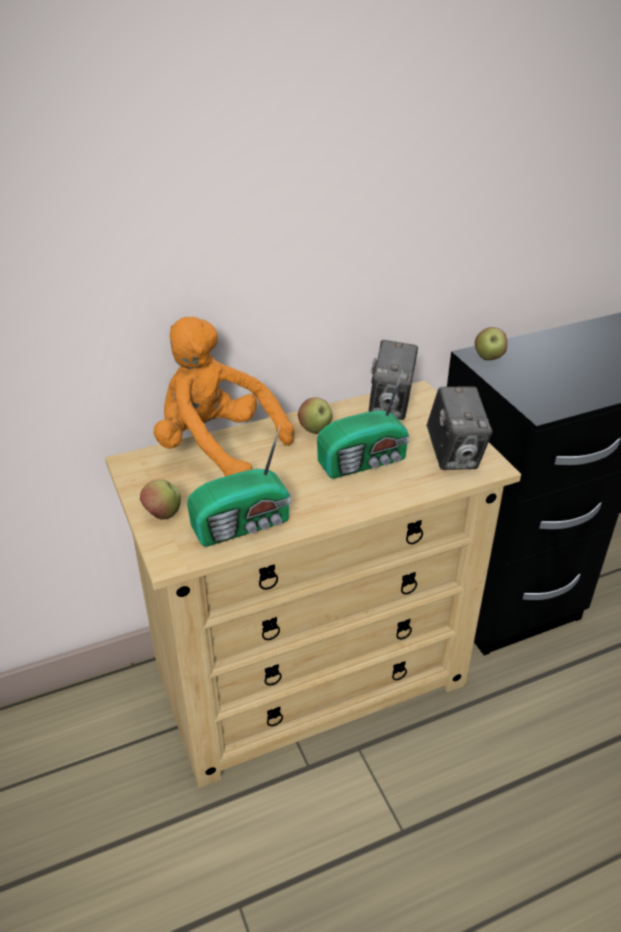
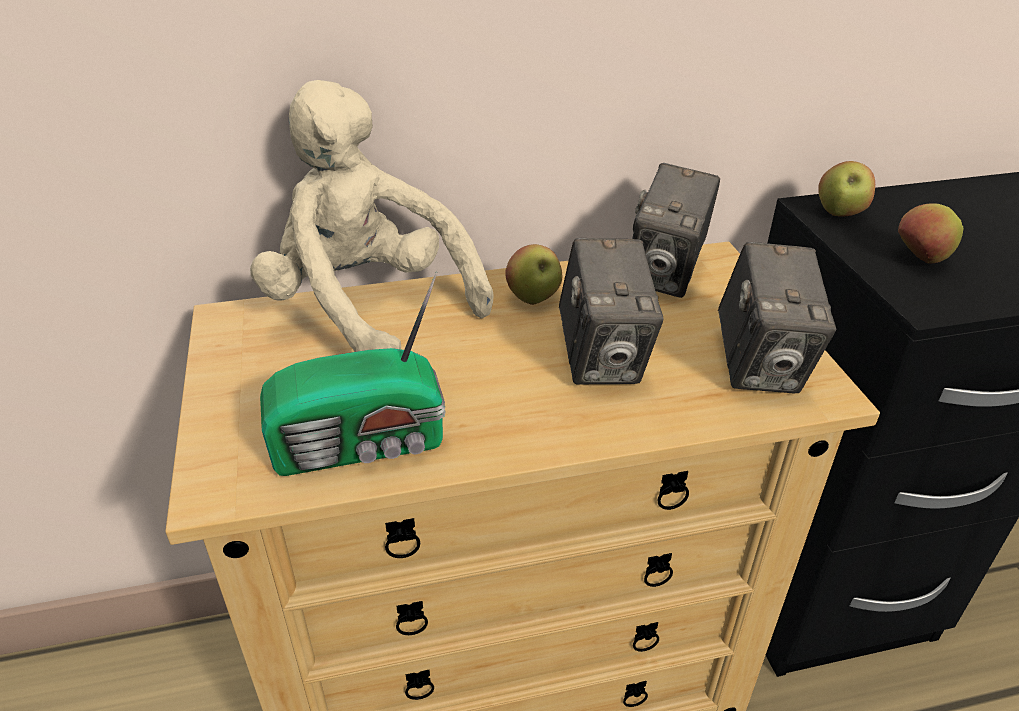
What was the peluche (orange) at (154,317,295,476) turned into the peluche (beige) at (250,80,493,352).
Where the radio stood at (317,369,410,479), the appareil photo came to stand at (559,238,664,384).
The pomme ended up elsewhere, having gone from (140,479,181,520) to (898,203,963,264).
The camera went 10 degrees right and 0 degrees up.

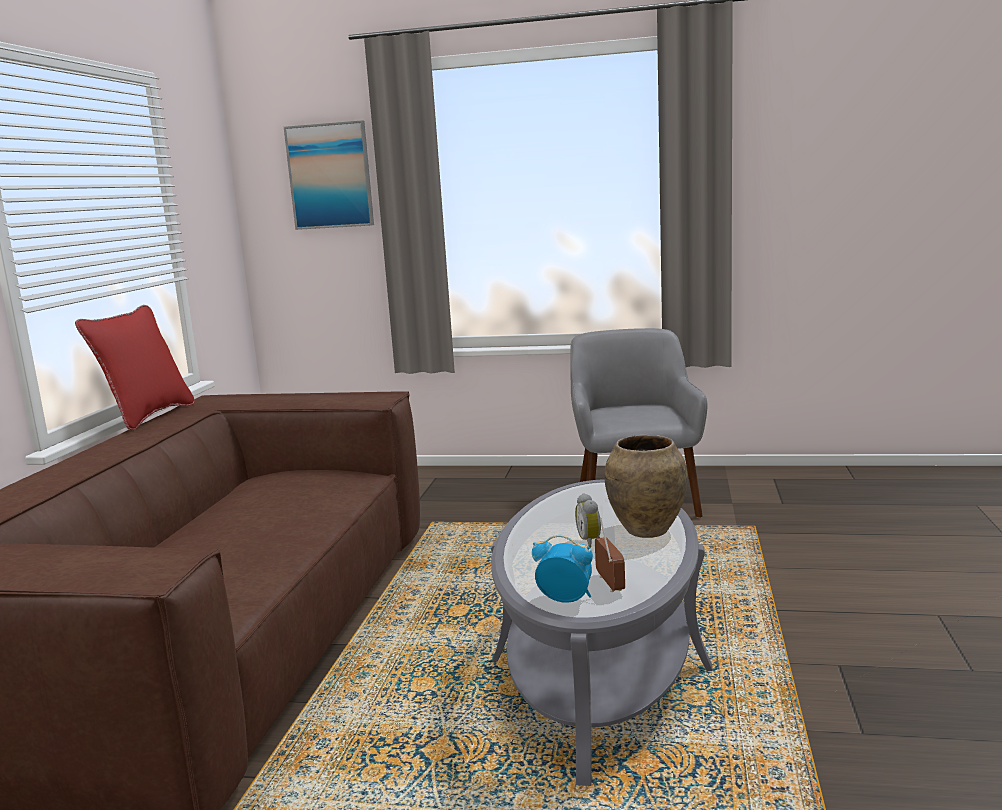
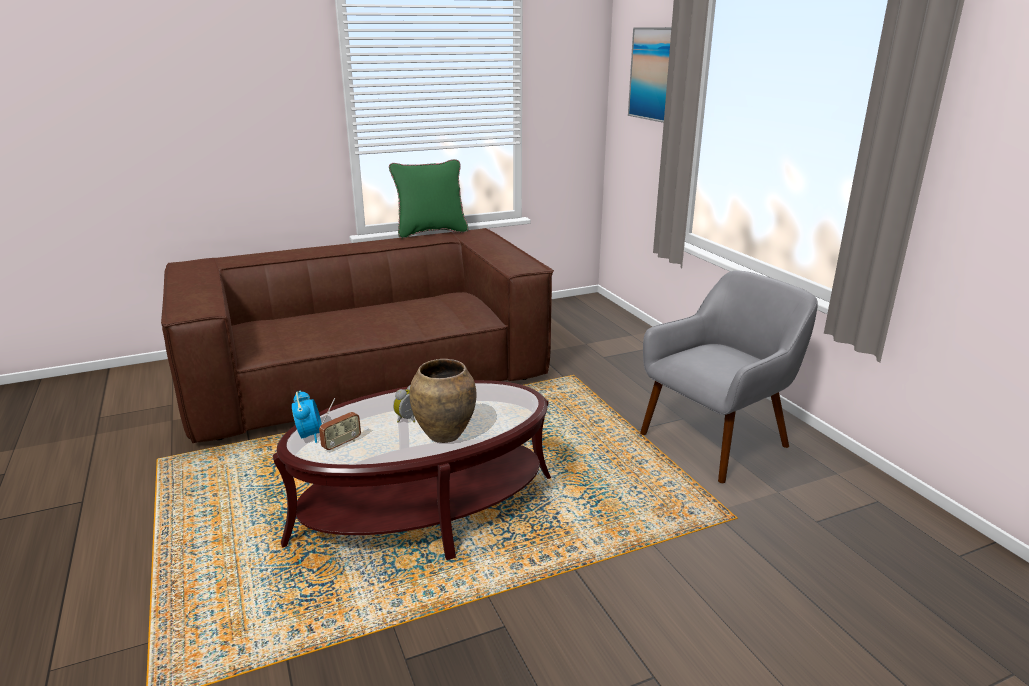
What was the coussin (rouge) at (75,305,195,430) turned into the coussin (vert) at (389,159,468,238).
What was the table basse (gris) at (491,479,713,786) turned into the table basse (marron) at (273,380,551,560).
The camera went 55 degrees right and 10 degrees up.

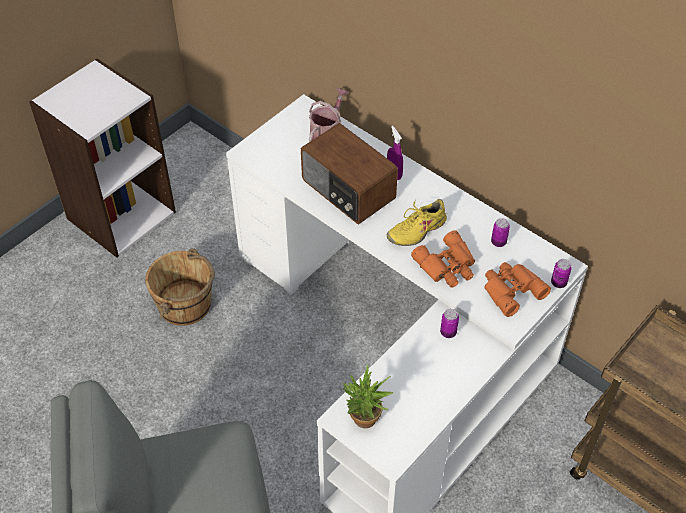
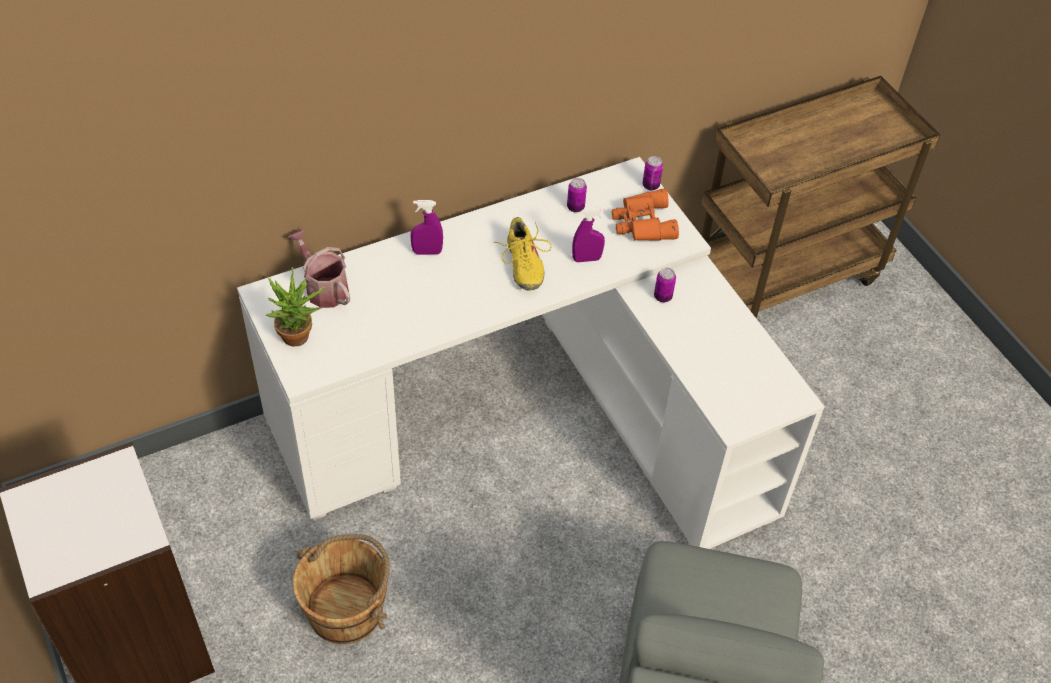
The second view lost the radio at (301,123,398,224).
Where the jumelles (orange) stood at (411,230,475,288), the vaporisateur (violet) came to stand at (572,207,605,262).
The plante en pot ended up elsewhere, having gone from (343,365,394,428) to (266,267,325,347).
The camera went 70 degrees left and 0 degrees up.

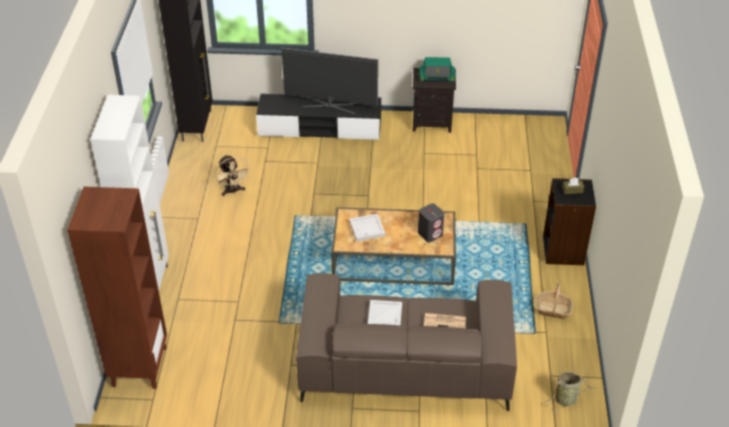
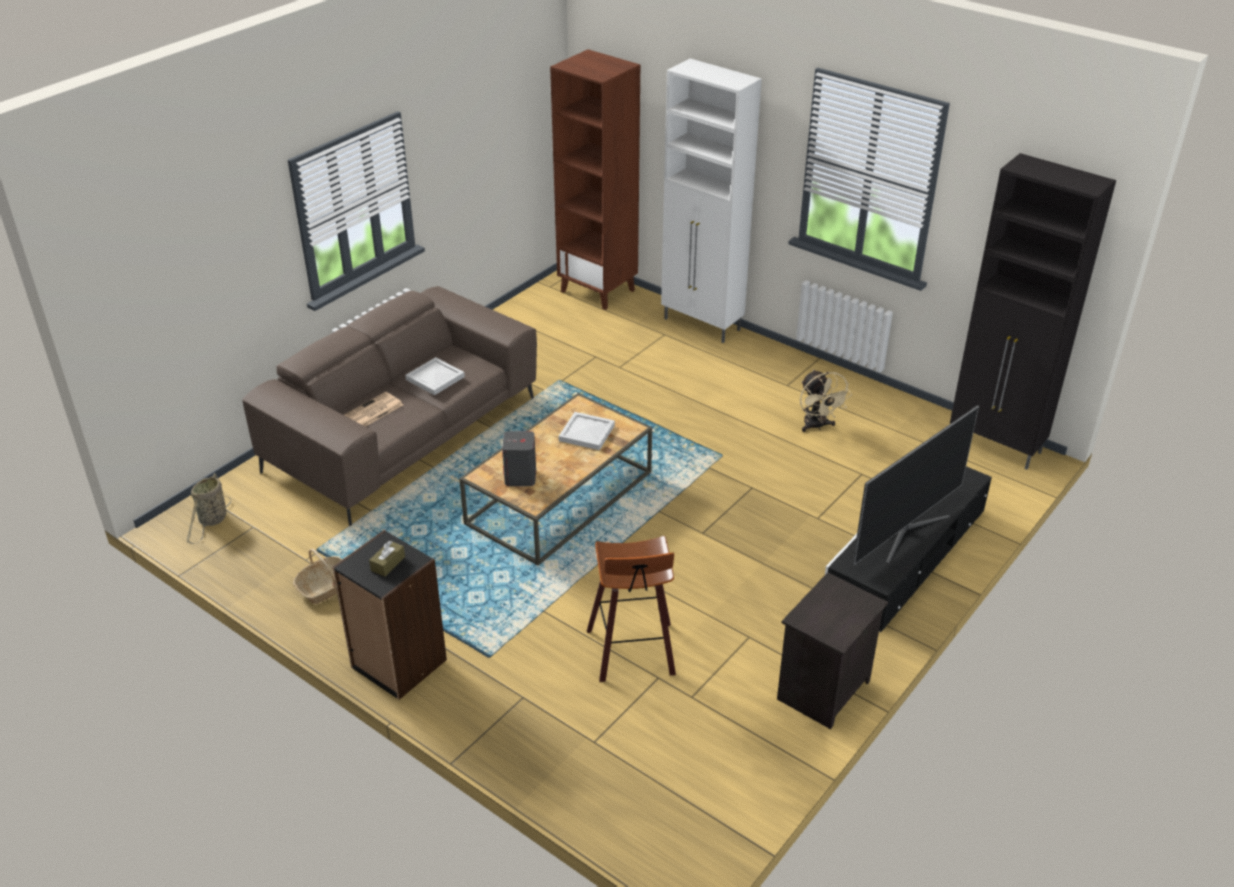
The second view lost the radio at (419,57,455,82).
The ventilateur (beige) at (215,155,250,196) ended up facing another way, 120 degrees counterclockwise from before.
The second view gained the tabouret at (587,536,676,682).
The camera went 125 degrees right and 5 degrees down.

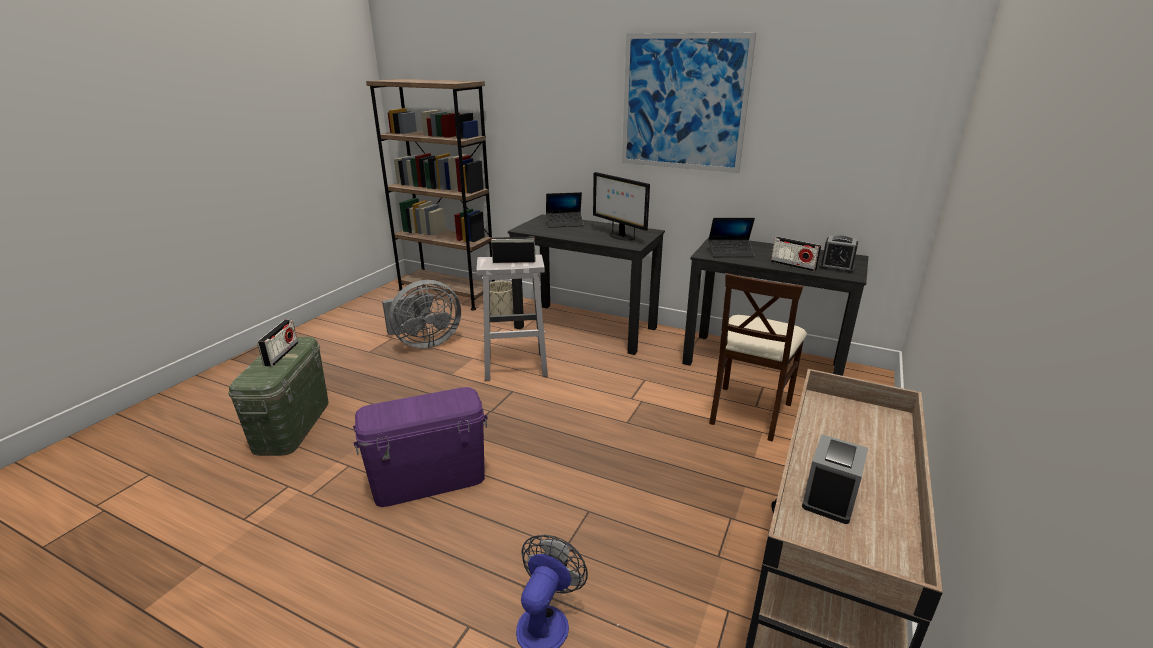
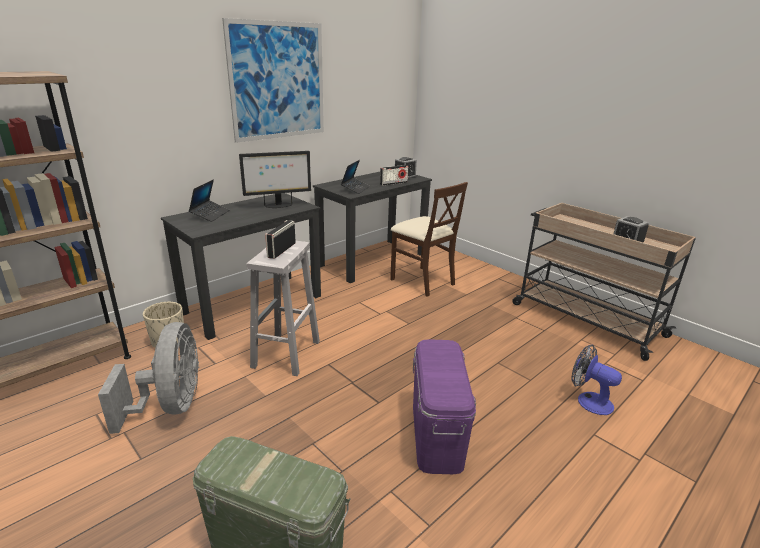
The second view lost the radio at (257,320,298,367).
The camera went 70 degrees left and 0 degrees up.

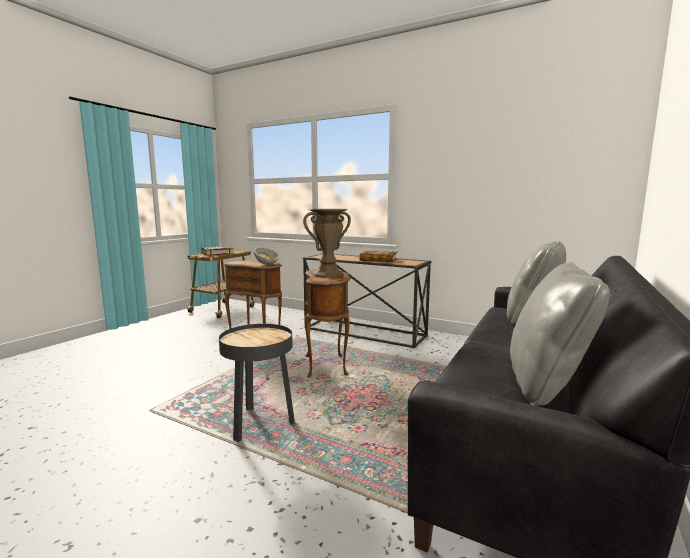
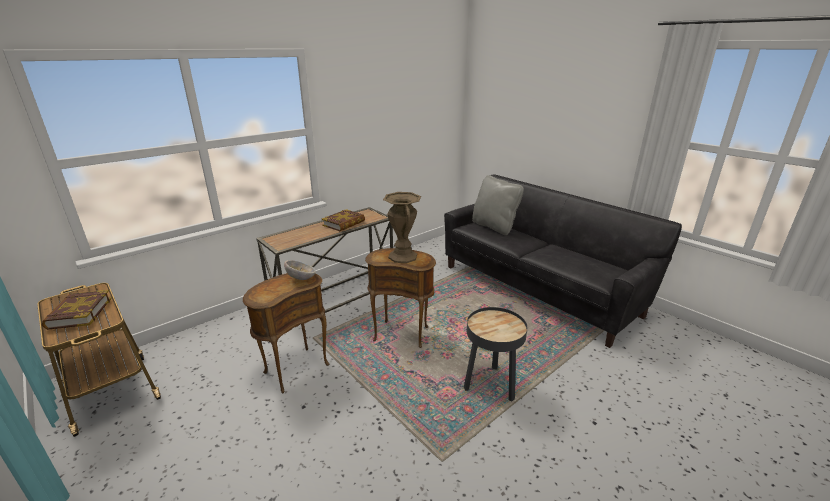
The second view lost the coussin (gris) at (510,262,610,406).
The camera went 70 degrees left and 15 degrees up.

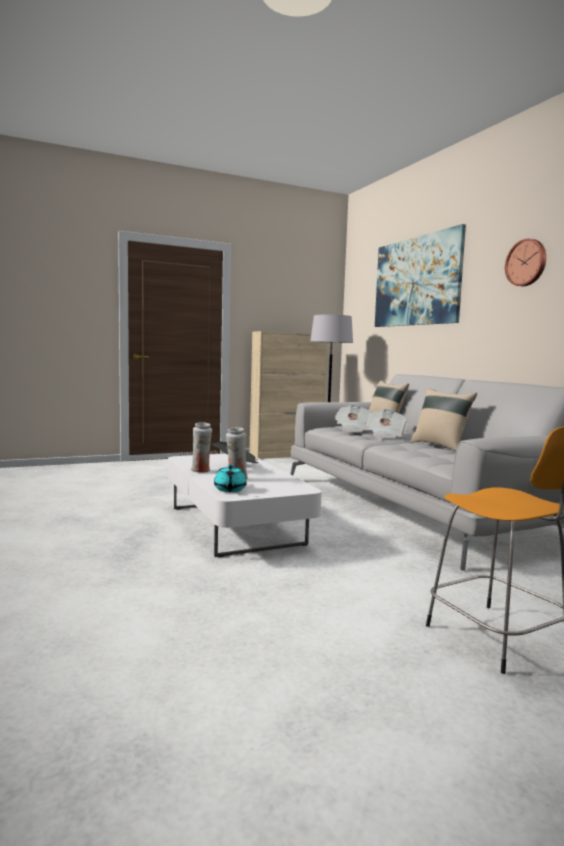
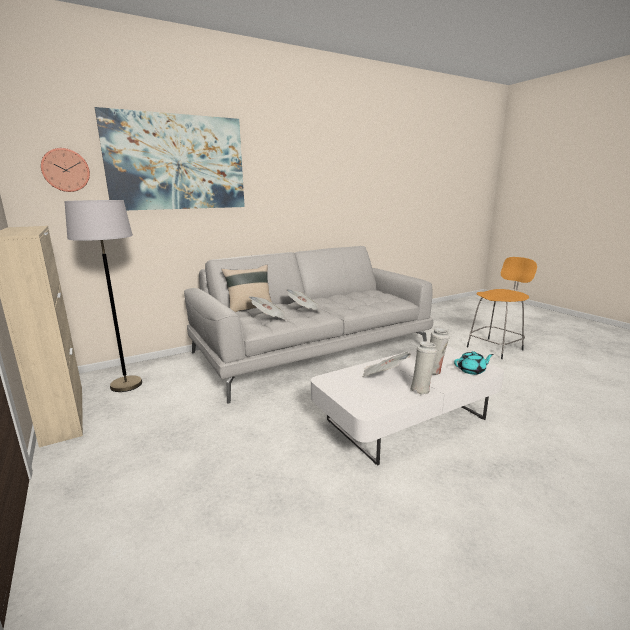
The horloge murale ended up elsewhere, having gone from (505,239,546,286) to (41,148,90,192).
The second view lost the coussin (beige) at (411,388,477,451).
The camera went 95 degrees left and 10 degrees up.

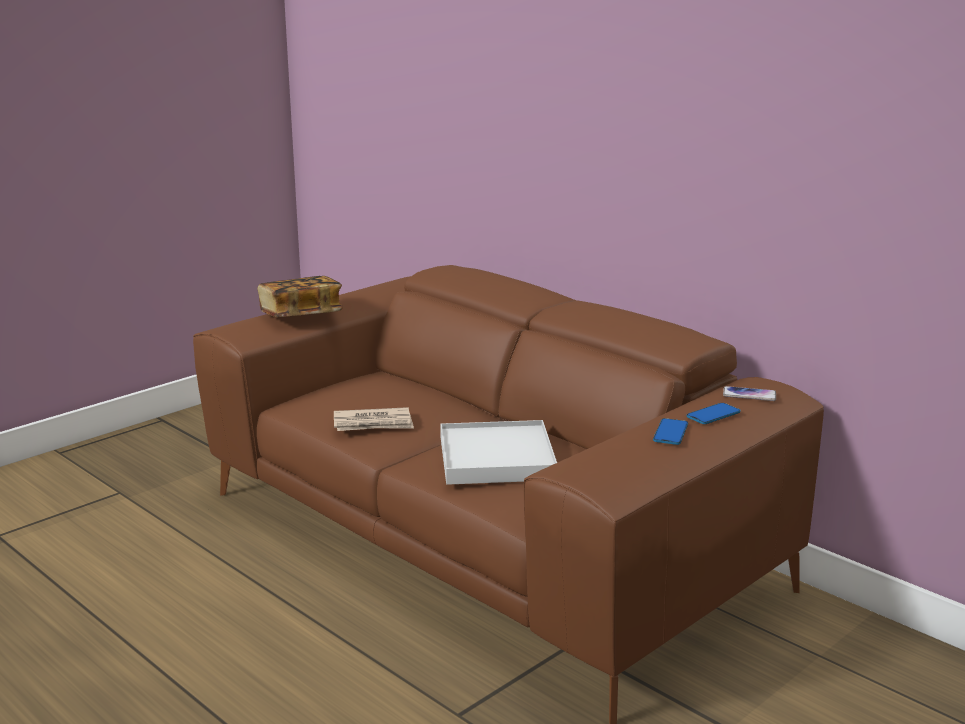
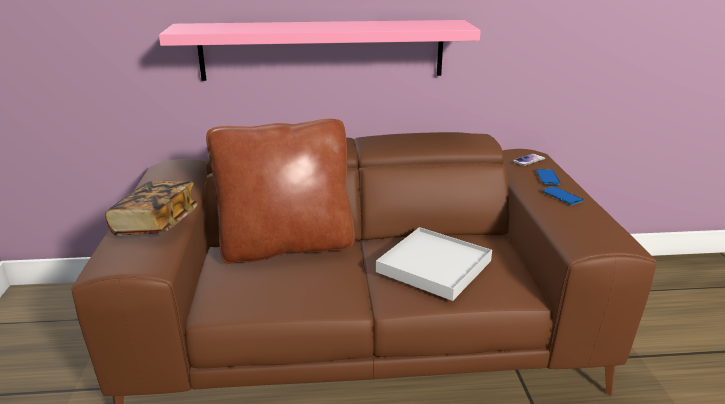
The second view lost the journal at (334,407,414,431).
The second view gained the étagère (rose) at (159,20,481,81).
The second view gained the coussin (marron) at (206,119,355,264).
The camera went 50 degrees left and 5 degrees up.

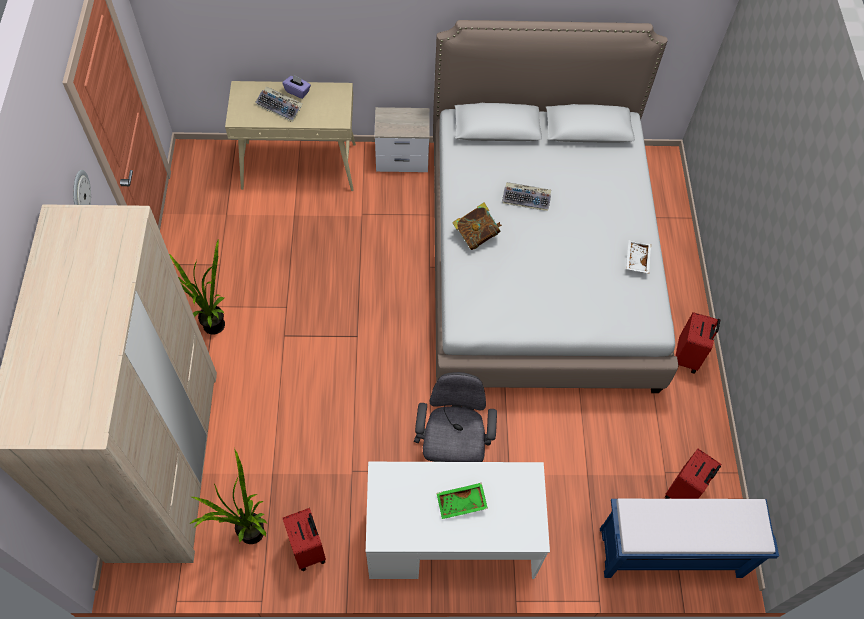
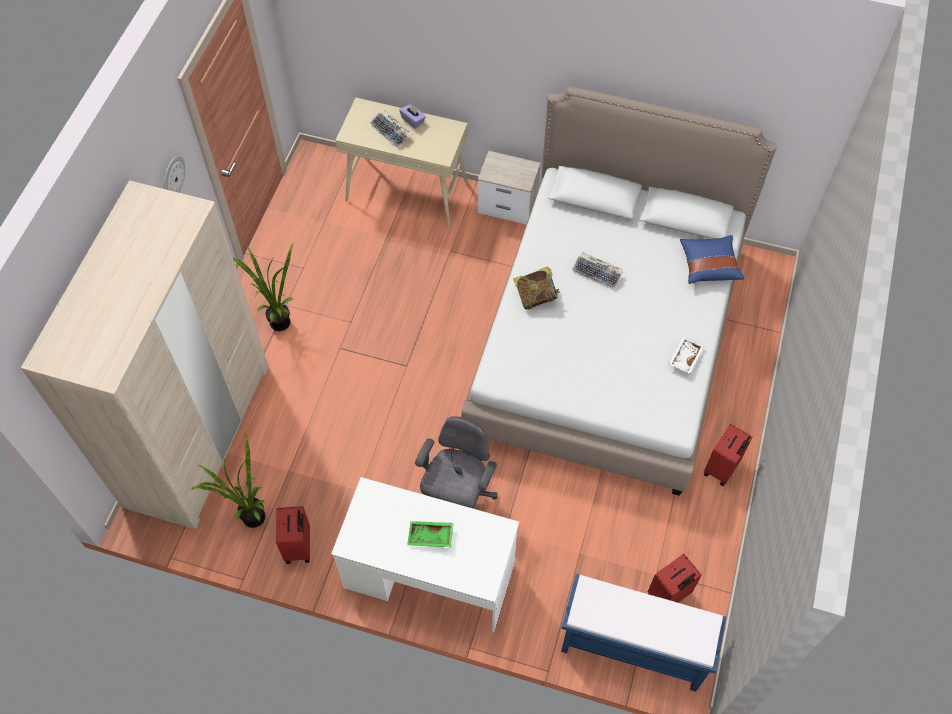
The second view gained the coussin (bleu) at (680,235,744,284).
The camera went 20 degrees right and 0 degrees up.

